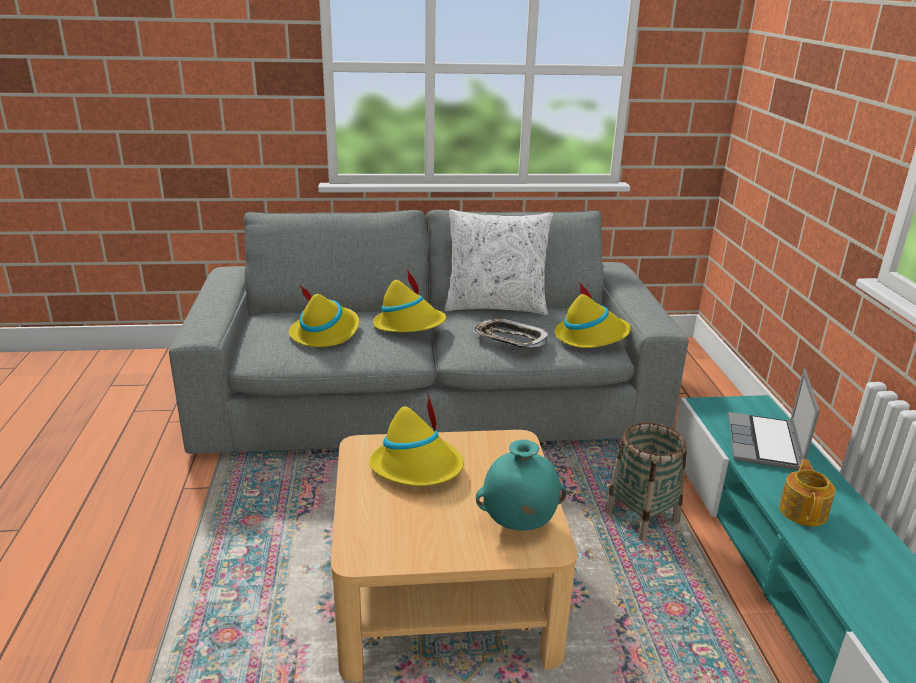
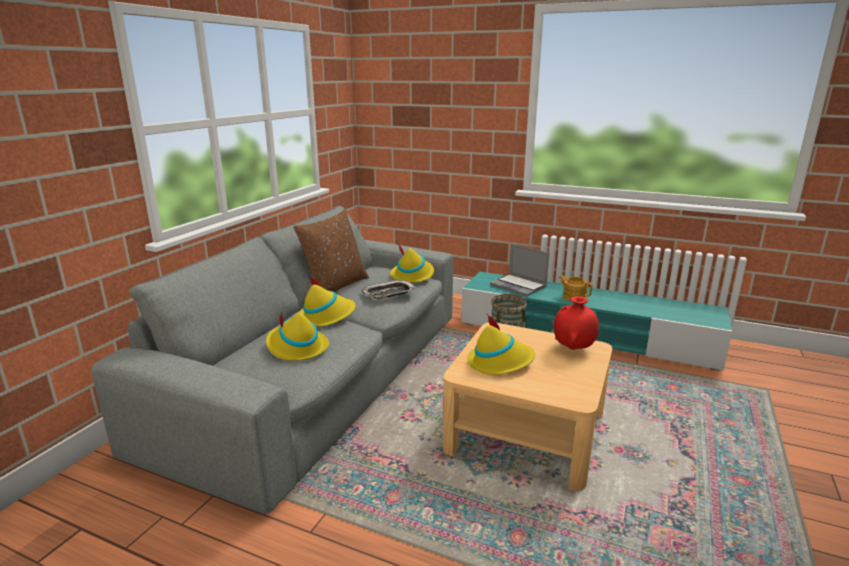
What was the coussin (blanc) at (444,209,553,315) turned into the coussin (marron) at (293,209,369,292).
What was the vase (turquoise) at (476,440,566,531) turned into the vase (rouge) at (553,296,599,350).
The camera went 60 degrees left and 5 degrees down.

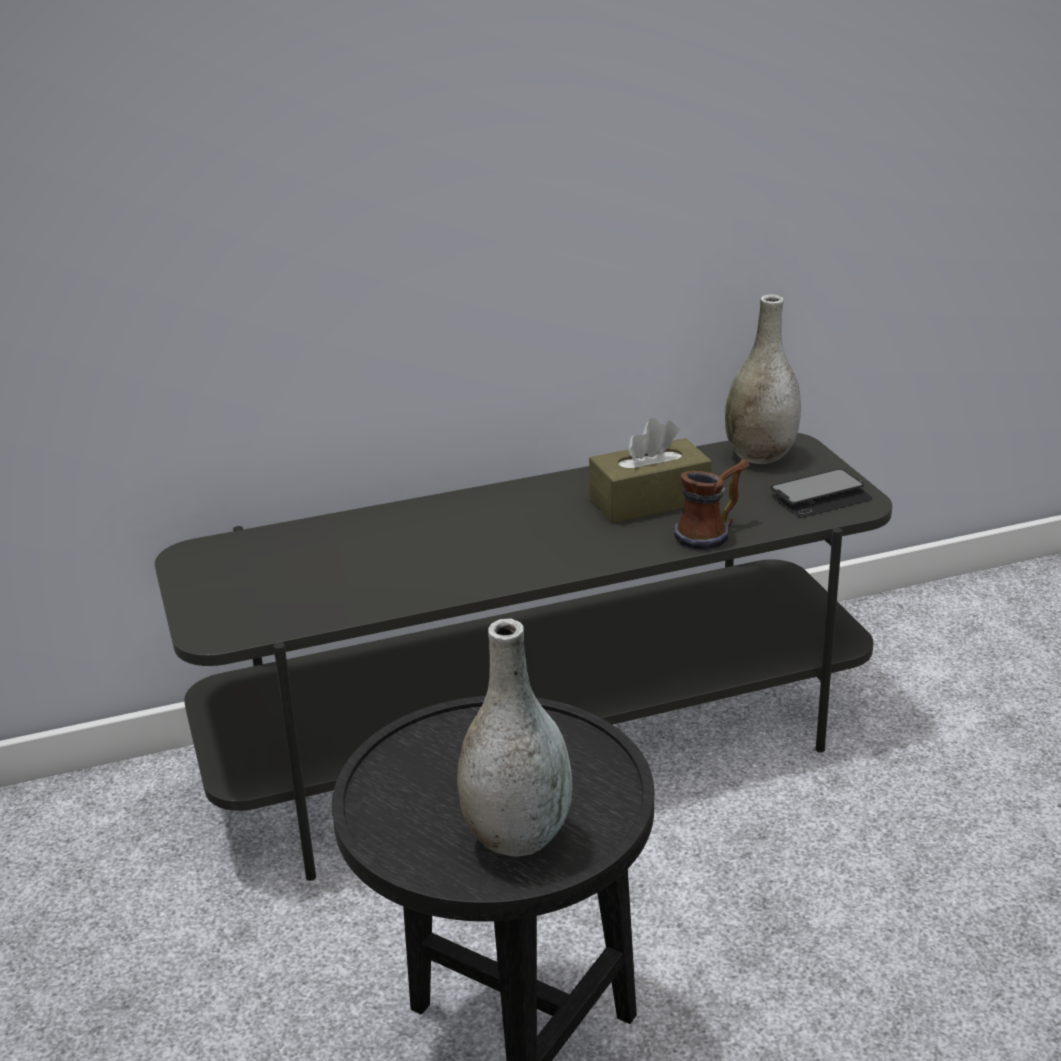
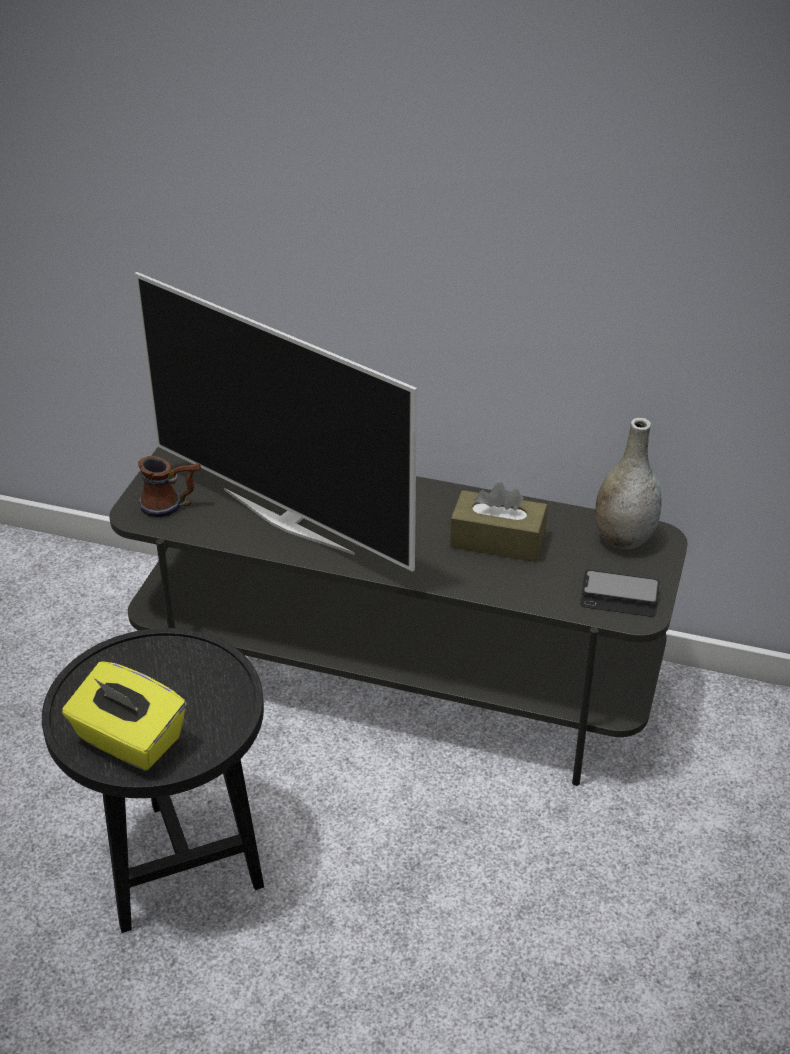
The mug ended up elsewhere, having gone from (674,459,750,550) to (138,456,201,517).
Where the vase (gris) stood at (457,619,572,857), the boîte à mouchoirs (jaune) came to stand at (62,661,186,771).
The second view gained the téléviseur at (134,272,417,572).
The camera went 35 degrees right and 10 degrees up.

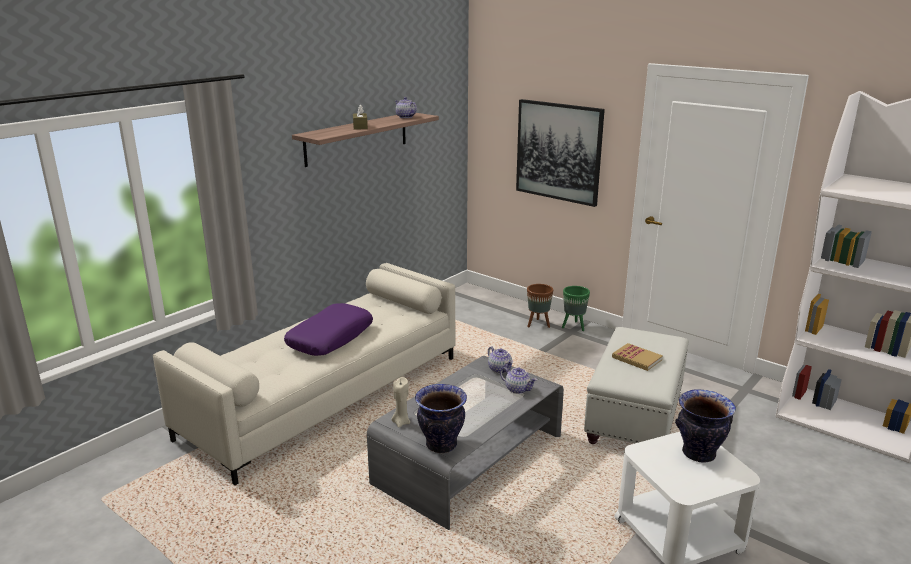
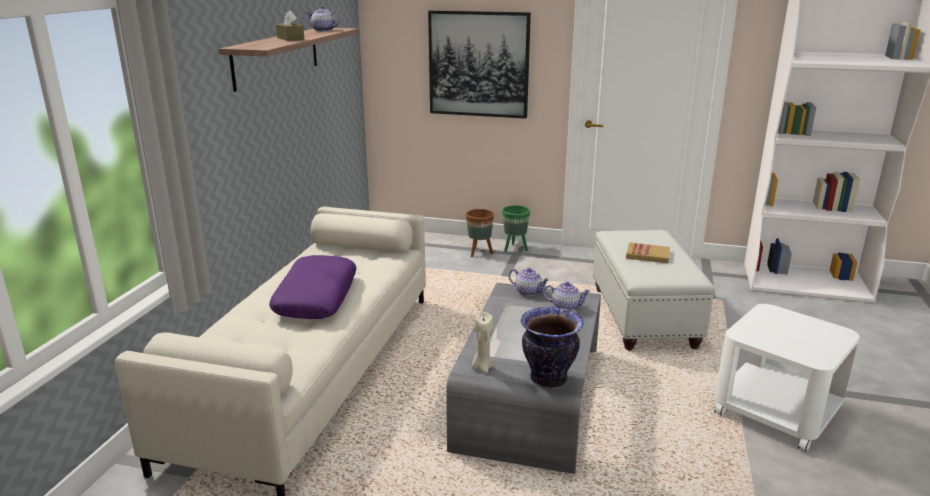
The second view lost the vase at (675,390,736,463).
The camera went 25 degrees left and 0 degrees up.

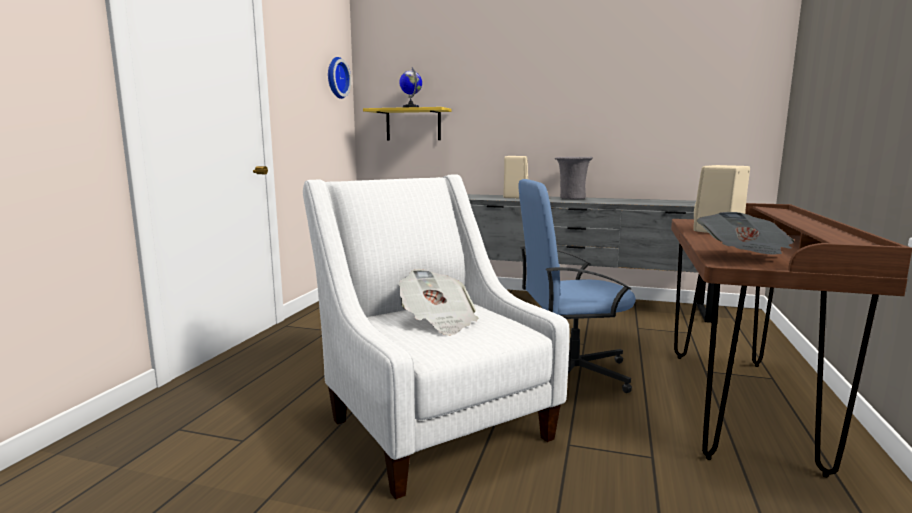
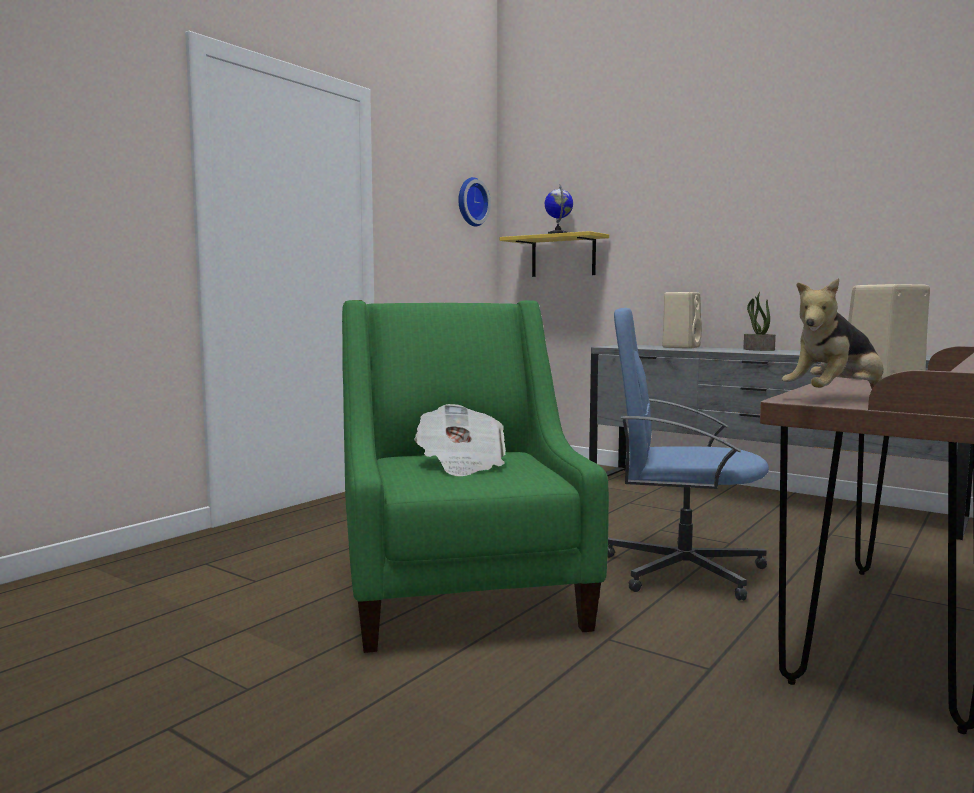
Where the vase (gris) stood at (555,157,593,199), the plante en pot came to stand at (743,292,776,351).
What was the fauteuil (blanc) at (303,174,570,499) turned into the fauteuil (vert) at (342,300,609,653).
Where the journal stood at (696,212,794,254), the peluche came to stand at (782,278,884,389).
The camera went 20 degrees right and 5 degrees down.

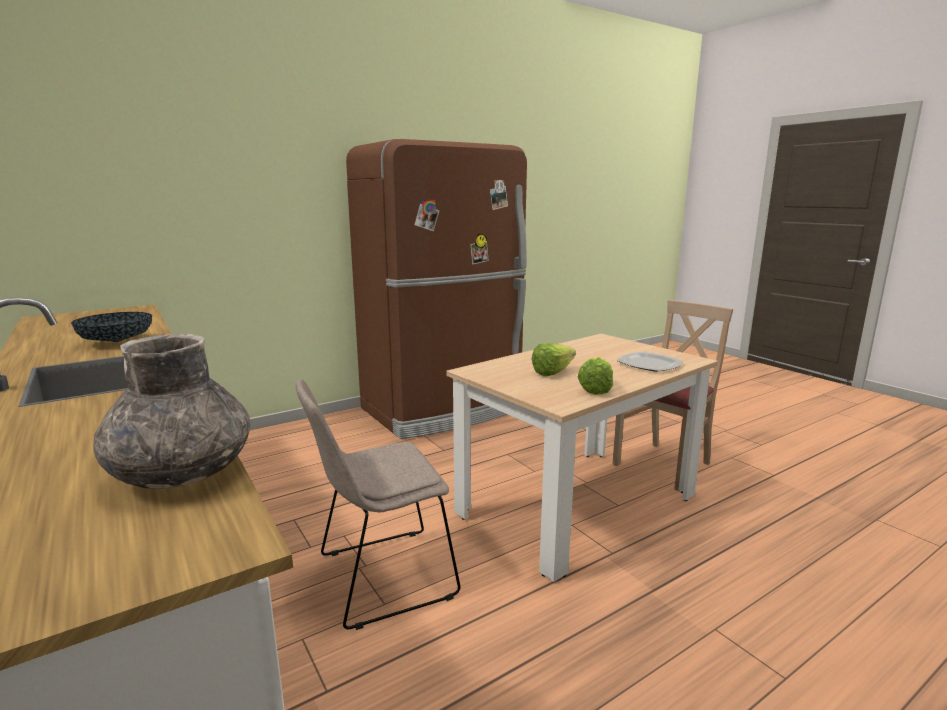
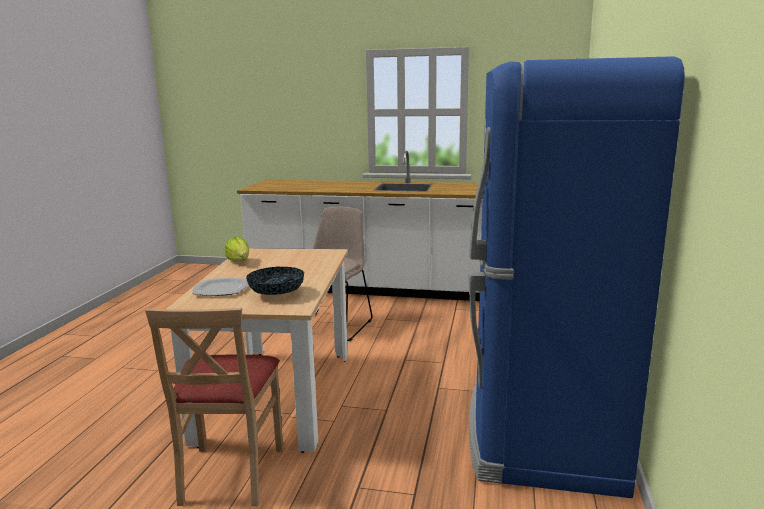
What was the réfrigérateur (marron) at (346,139,527,439) turned into the réfrigérateur (bleu) at (469,56,685,498).
The bol ended up elsewhere, having gone from (71,312,152,342) to (246,267,304,295).
The second view lost the vase (gris) at (93,334,250,489).
The second view lost the laitue at (532,343,576,376).
The camera went 135 degrees right and 0 degrees up.

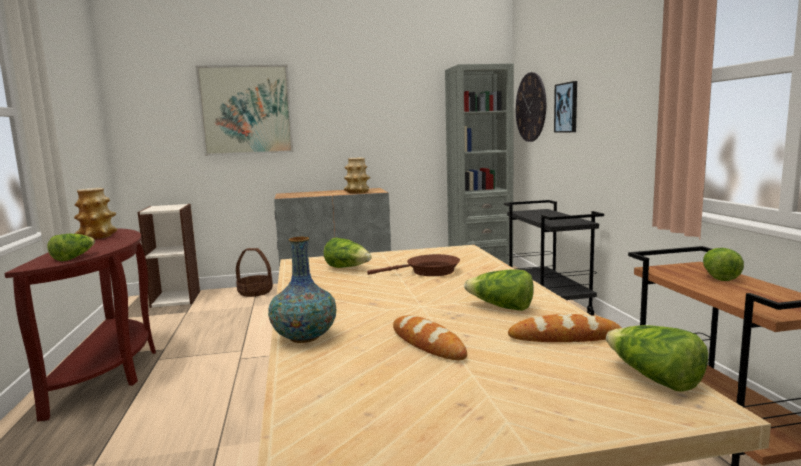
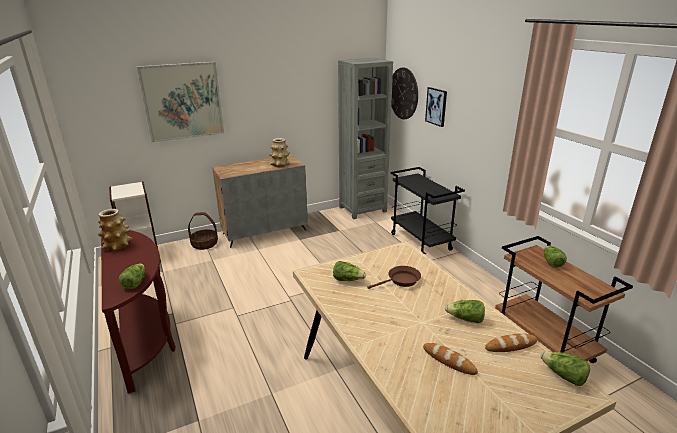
The second view lost the vase at (268,237,336,343).
The camera went 15 degrees left and 15 degrees up.

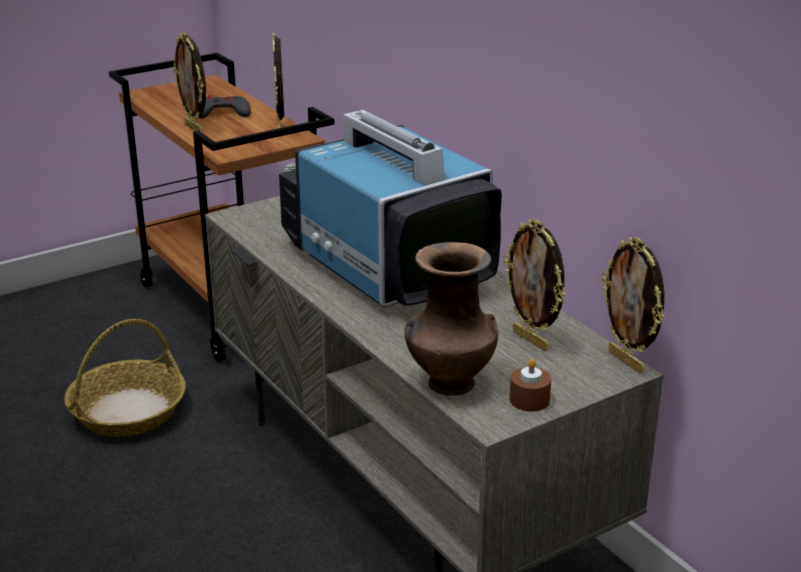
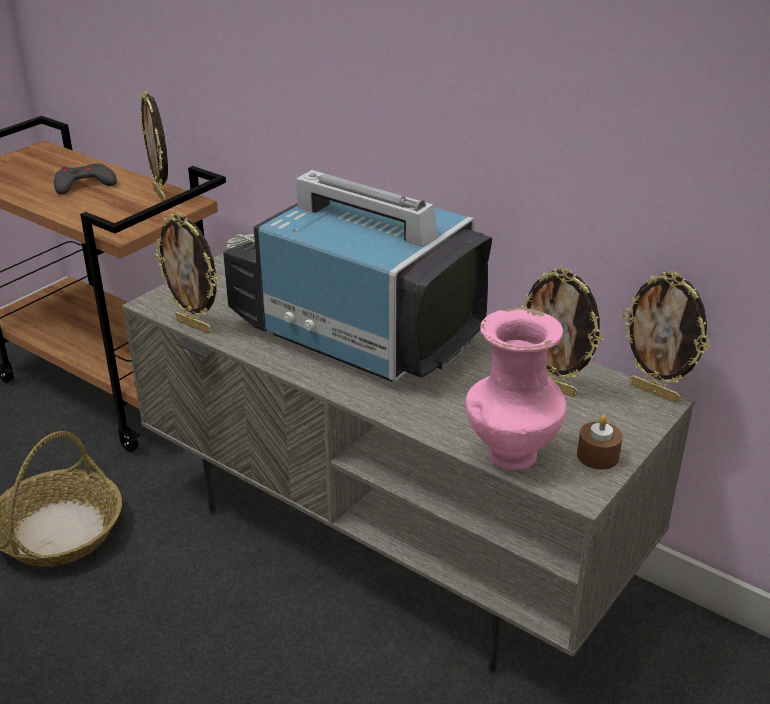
The cadre photo ended up elsewhere, having gone from (173,32,206,133) to (154,212,218,334).
What was the vase (marron) at (404,242,498,396) turned into the vase (rose) at (465,308,566,470).
The camera went 20 degrees left and 5 degrees up.

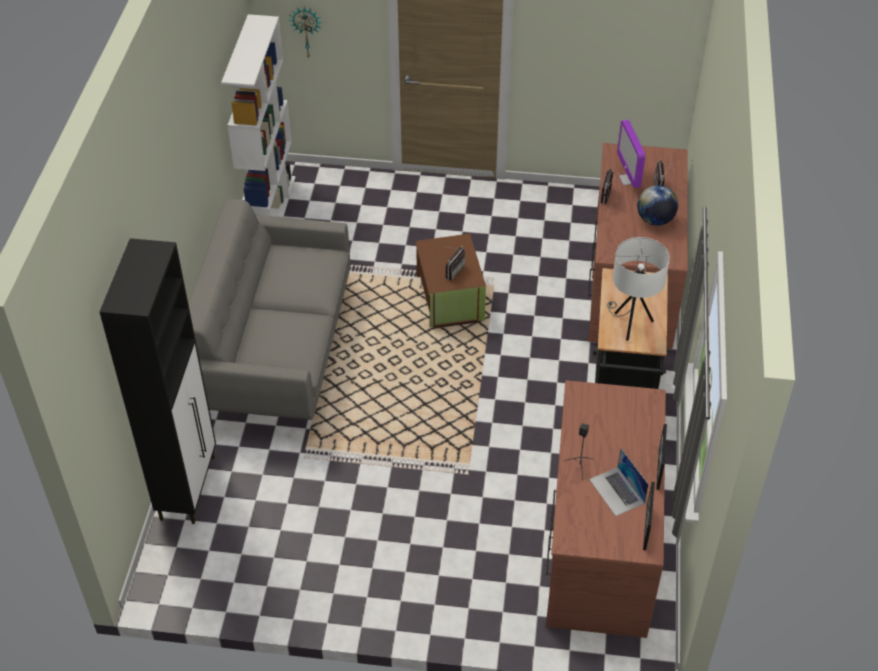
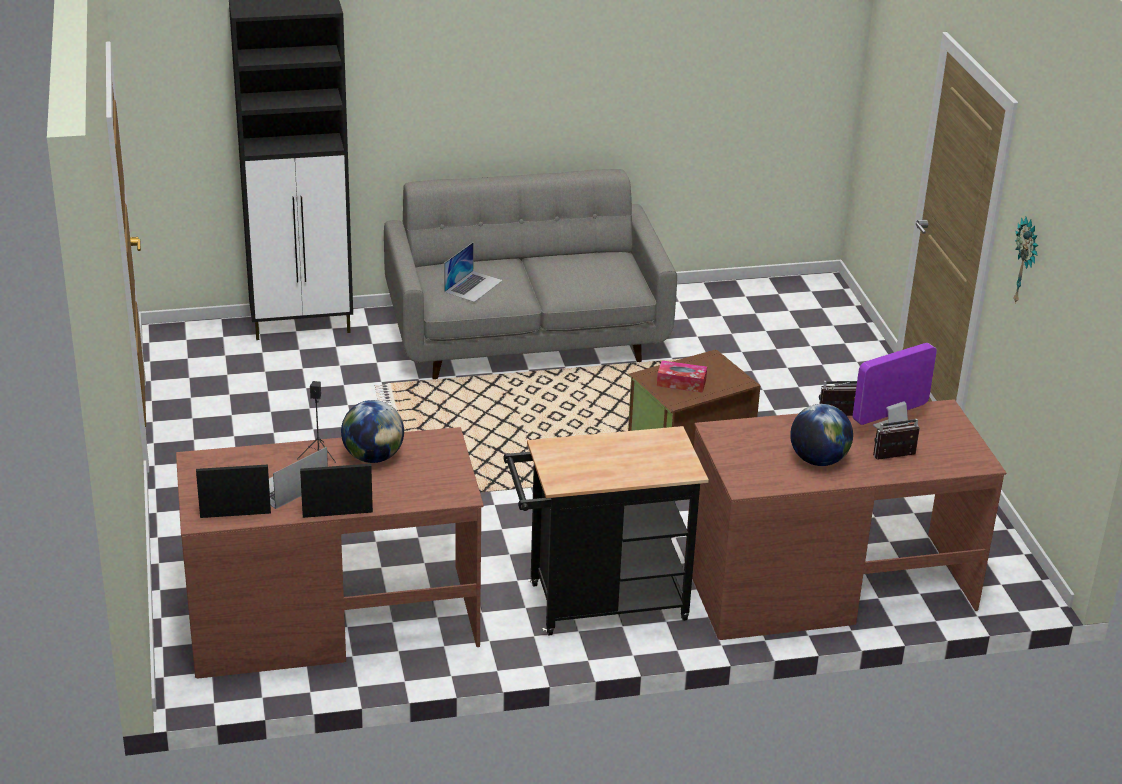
The horloge murale ended up elsewhere, having gone from (289,7,322,59) to (1013,217,1038,303).
The second view lost the bibliothèque (blanc) at (221,14,296,217).
The second view lost the lampe de table (blanc) at (607,237,670,341).
Where the radio stood at (446,246,465,280), the boîte à mouchoirs came to stand at (657,360,707,393).
The second view gained the ordinateur portable at (444,242,503,302).
The second view gained the globe at (341,400,404,463).
The camera went 70 degrees right and 15 degrees down.

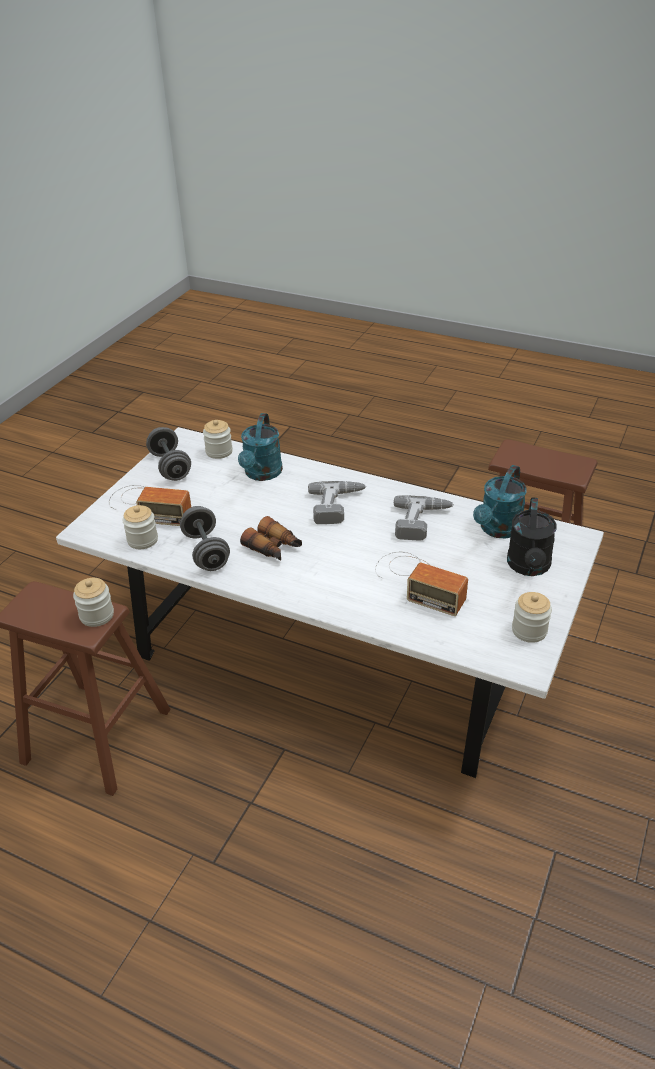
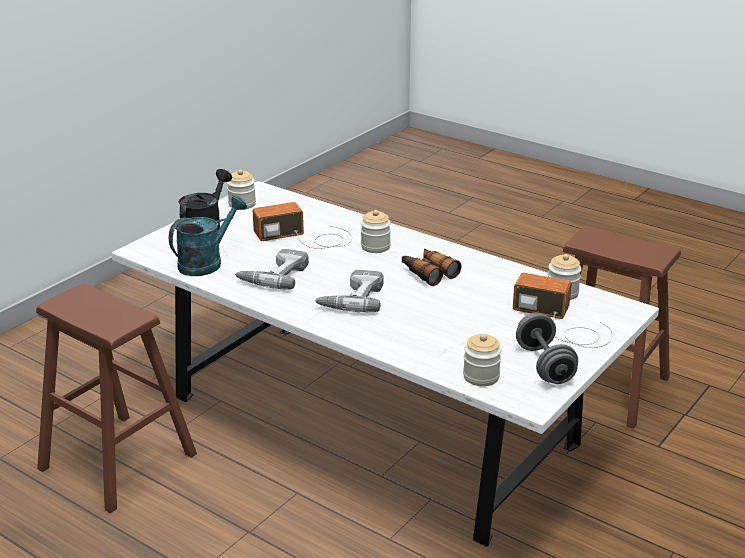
The second view lost the arrosoir (turquoise) at (238,413,283,481).
The second view lost the haltère (gris) at (180,506,230,571).
The radio at (375,552,468,616) ended up facing another way, 60 degrees counterclockwise from before.
The bocal ended up elsewhere, having gone from (73,578,114,627) to (361,210,391,253).
The camera went 170 degrees left and 10 degrees down.

